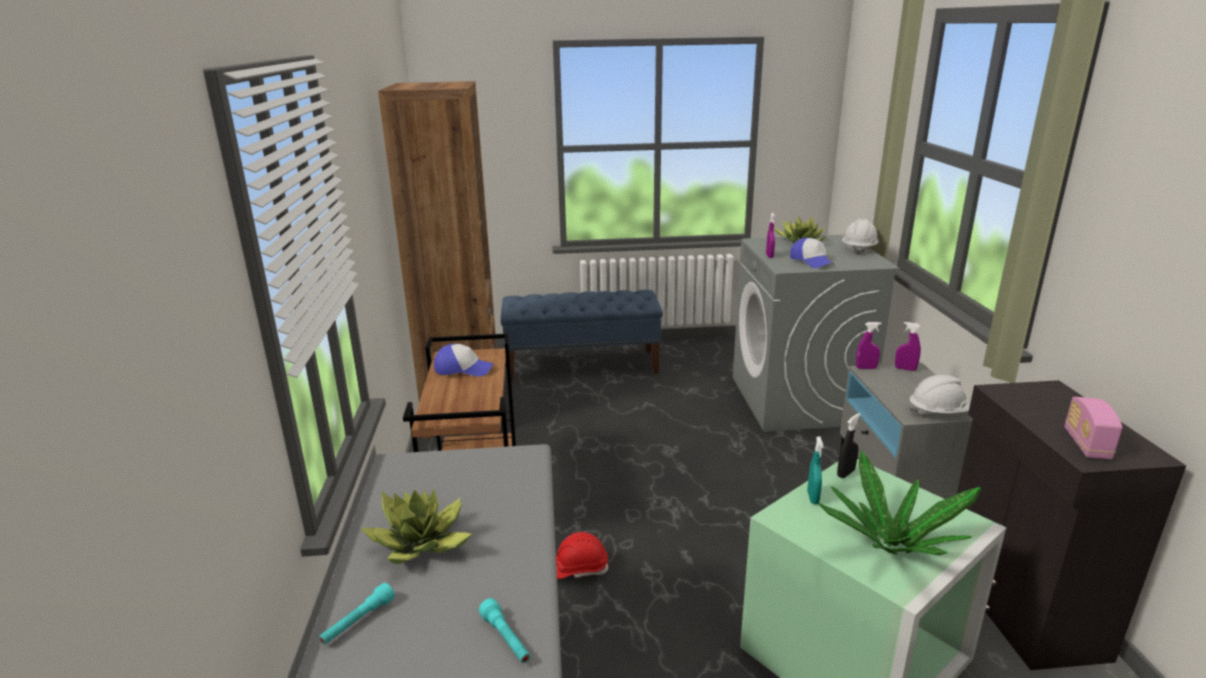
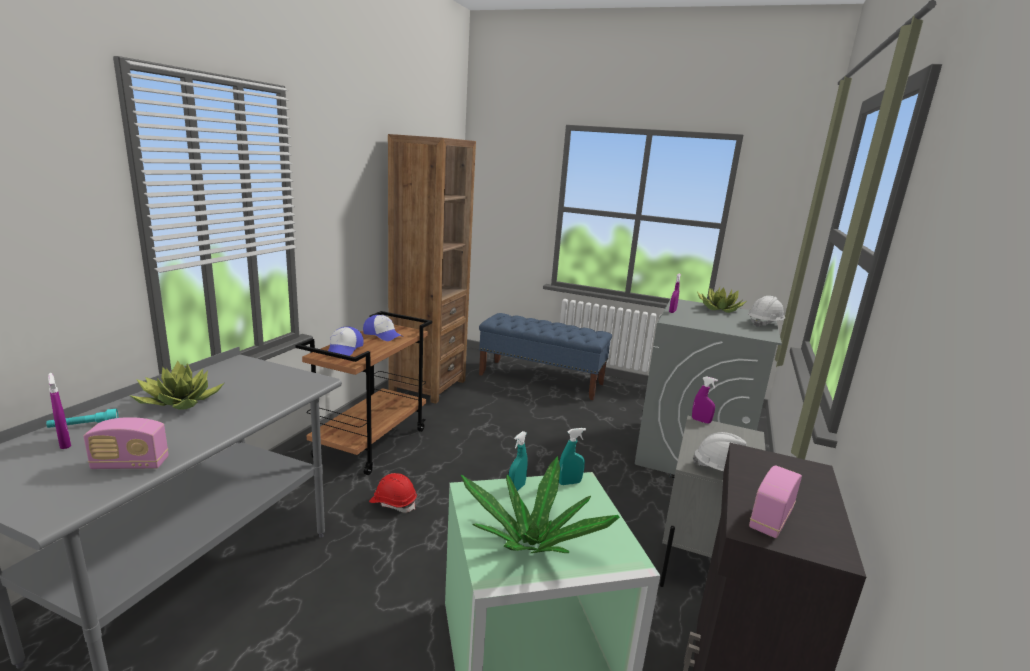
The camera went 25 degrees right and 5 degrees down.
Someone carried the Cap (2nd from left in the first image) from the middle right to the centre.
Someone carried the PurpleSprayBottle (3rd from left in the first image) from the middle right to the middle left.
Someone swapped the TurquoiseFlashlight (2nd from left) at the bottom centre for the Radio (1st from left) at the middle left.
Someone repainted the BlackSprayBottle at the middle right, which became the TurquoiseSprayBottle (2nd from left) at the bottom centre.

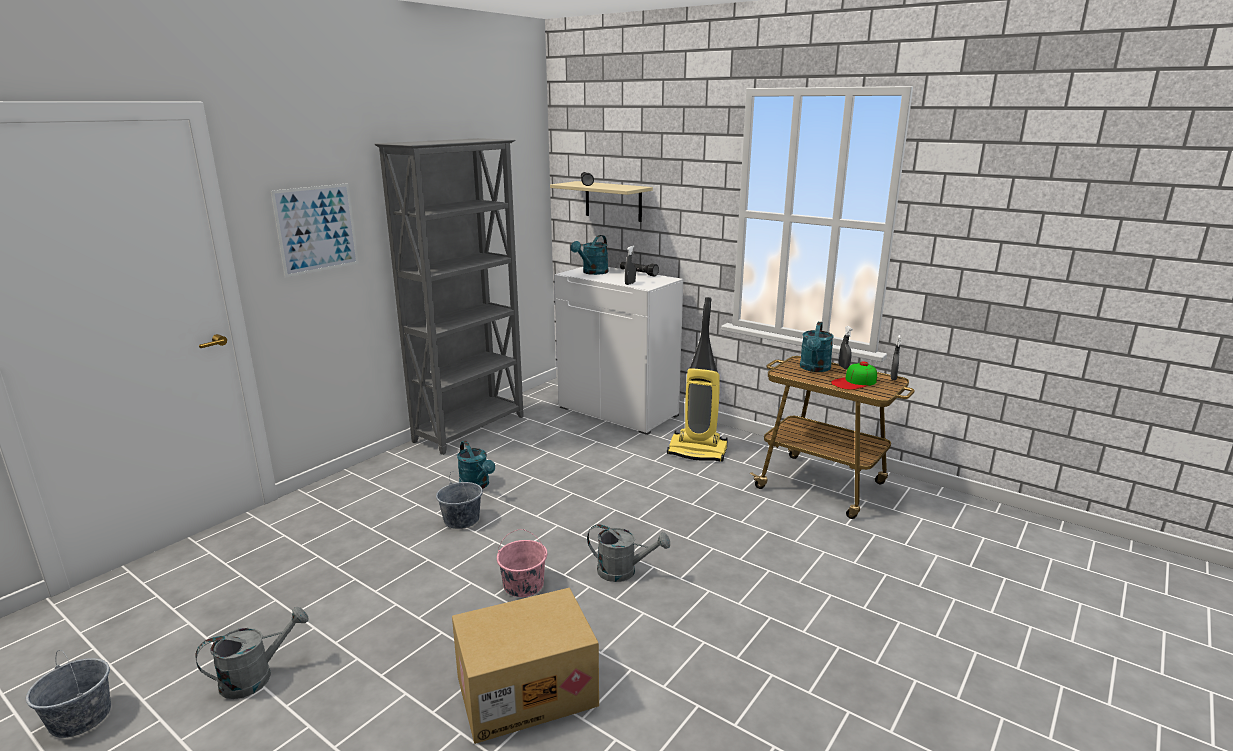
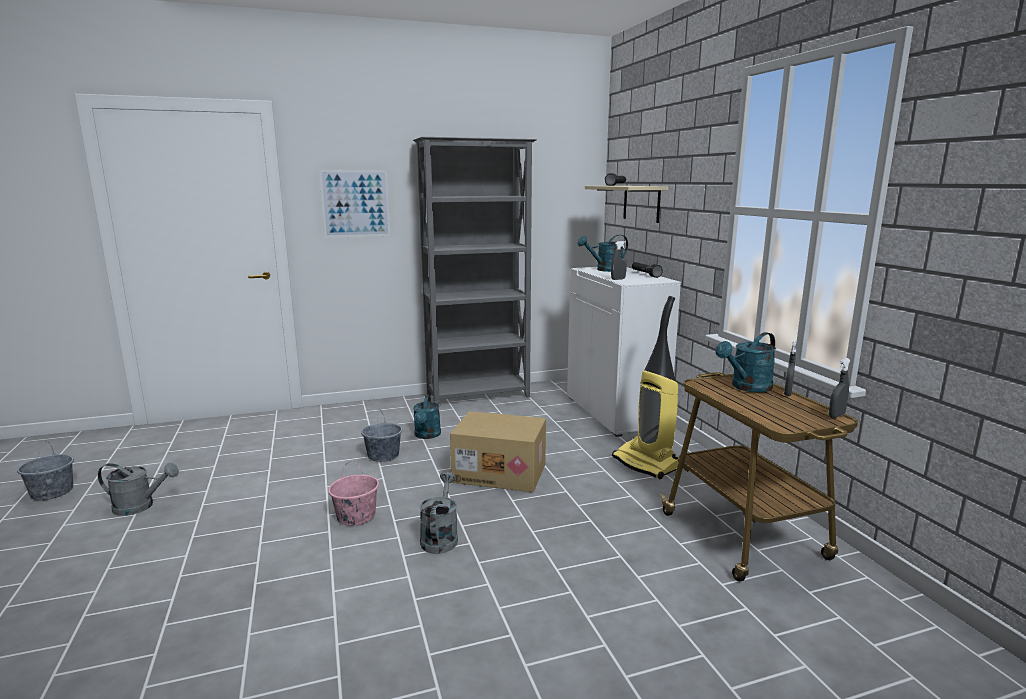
The camera went 35 degrees right and 5 degrees down.
Someone took away the Cap at the middle right.
Someone carried the CardboardBox from the bottom centre to the centre.
Someone rotated the GreyWateringCan (2nd from left) at the bottom centre by 135 degrees counterclockwise.

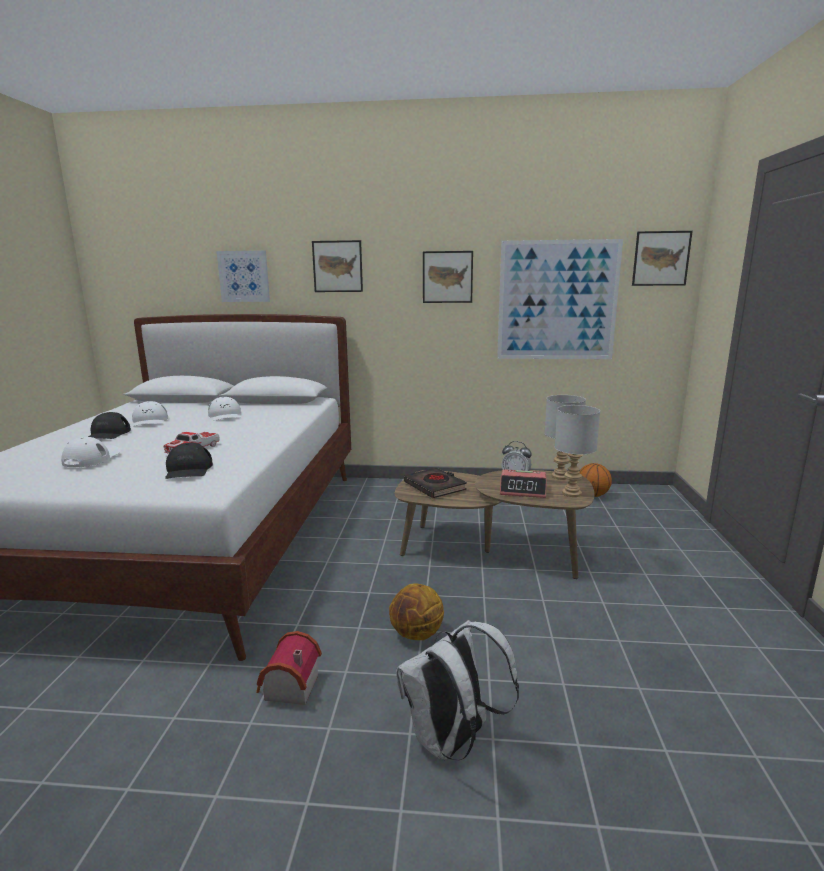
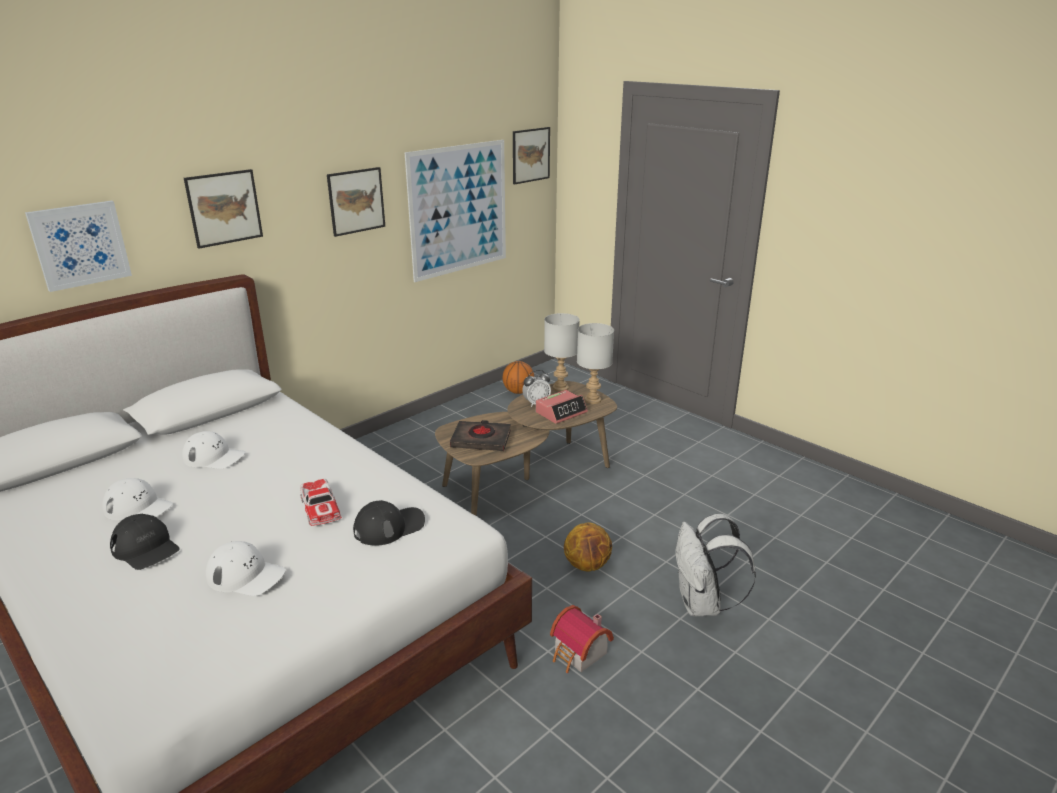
The camera went 50 degrees left and 10 degrees up.
Someone rotated the WhiteCap (1st from left in the first image) at the middle left by 150 degrees clockwise.
Someone rotated the BlackCap (2nd from left) at the middle left by 60 degrees counterclockwise.

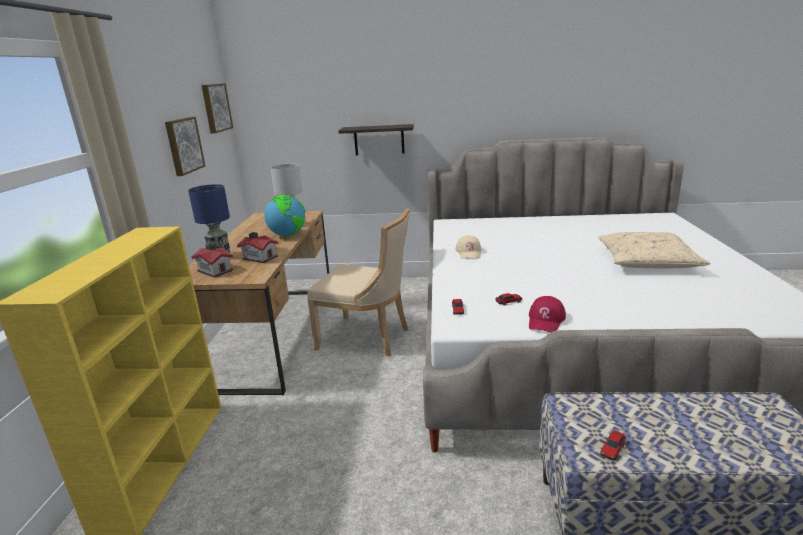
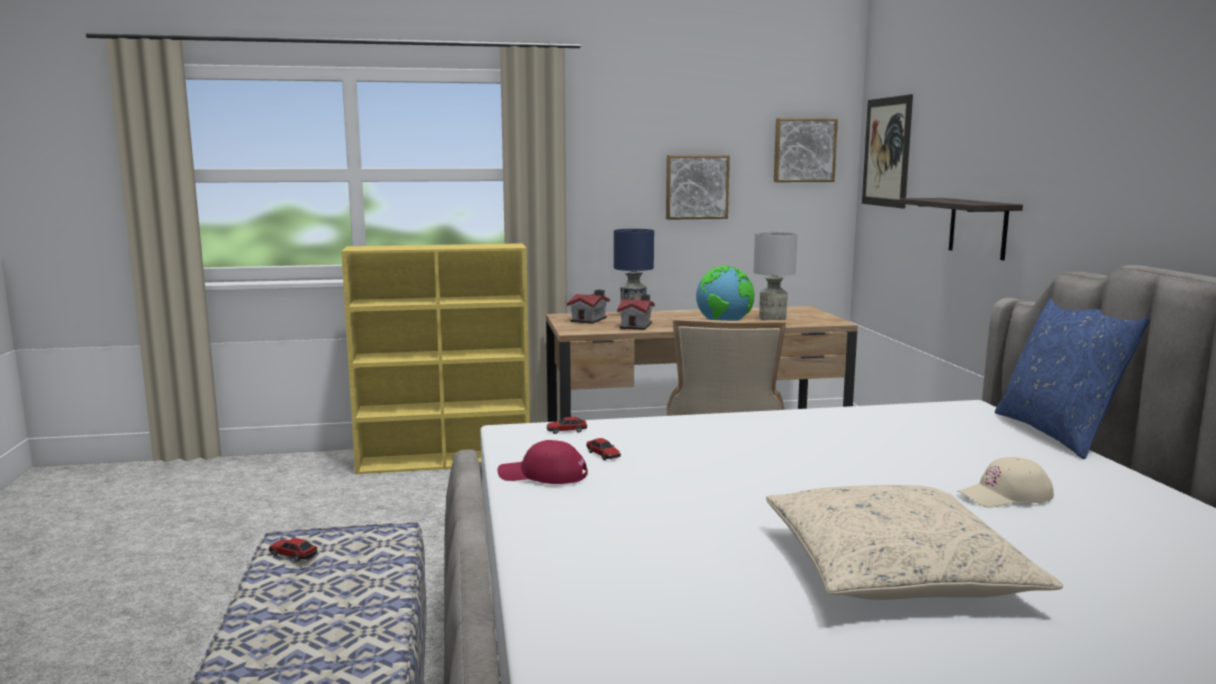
The camera went 75 degrees right and 10 degrees down.
Someone put up the Picture (3rd from left) at the top right.
Someone put down the BluePillow at the middle right.
Someone carried the BeigeCap from the centre to the bottom right.

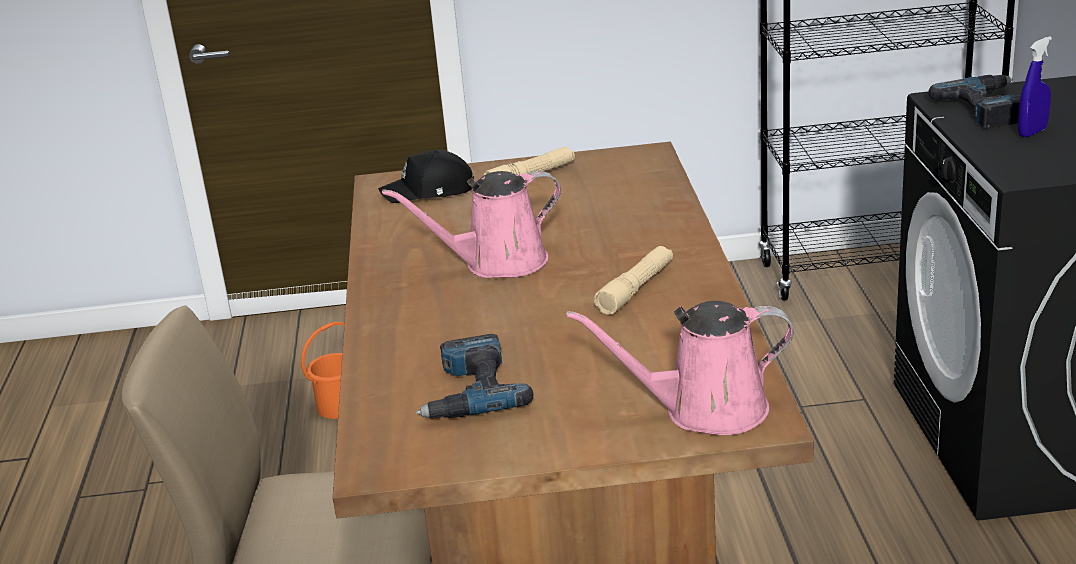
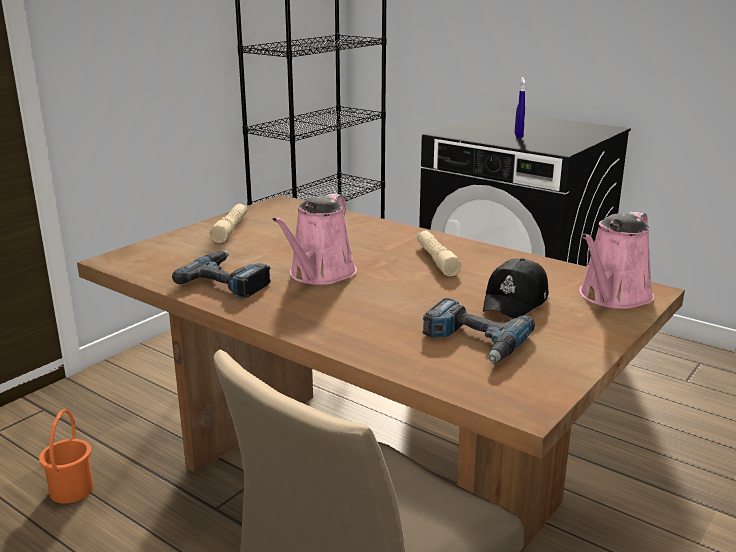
The camera went 50 degrees left and 5 degrees down.
Someone carried the BlackCap from the top centre to the middle right.
Someone carried the PowerDrill (2nd from left in the first image) from the top right to the middle left.

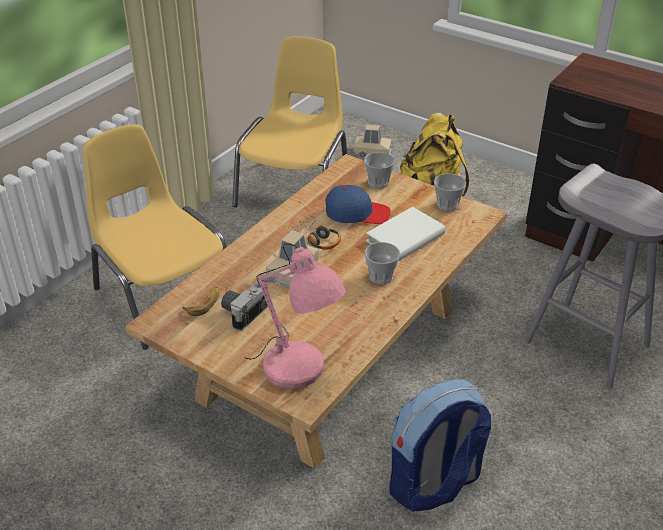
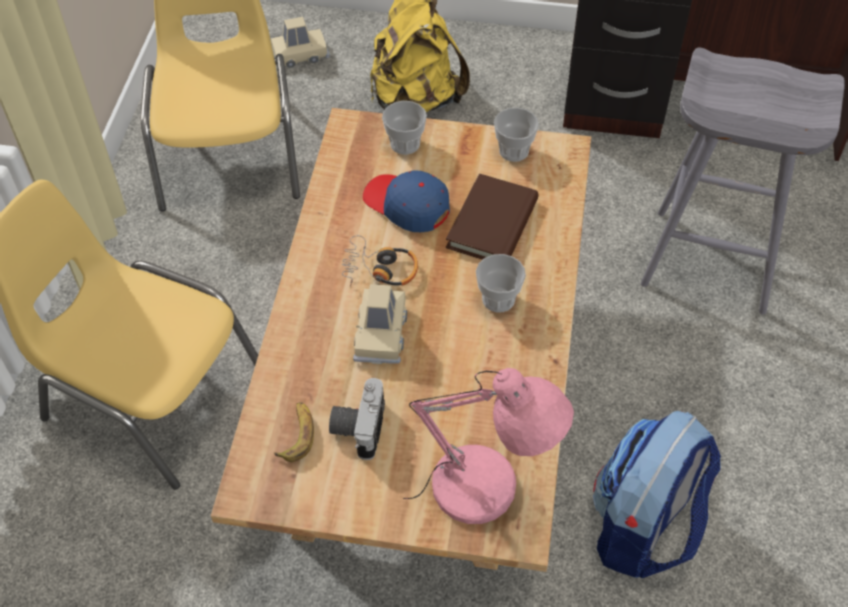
The camera went 25 degrees left and 15 degrees up.
Someone repainted the WhiteBook at the centre, which became the BrownBook at the centre.
Someone rotated the BlueCap at the centre by 120 degrees counterclockwise.

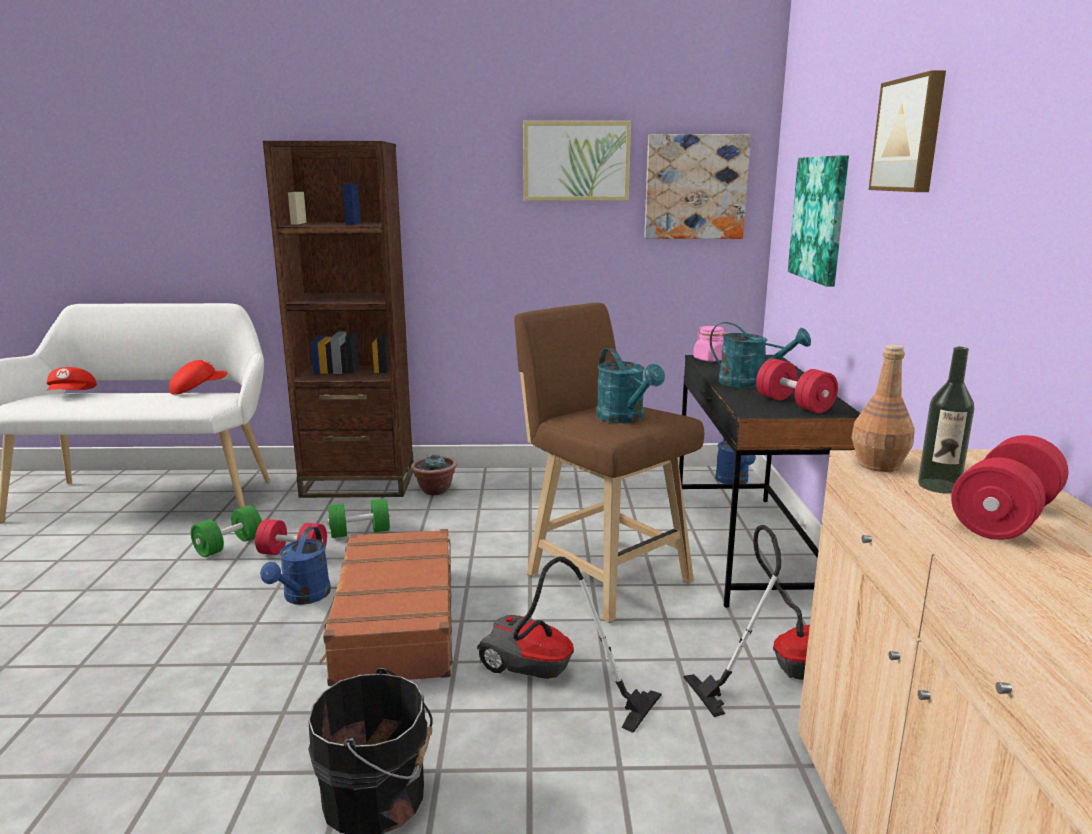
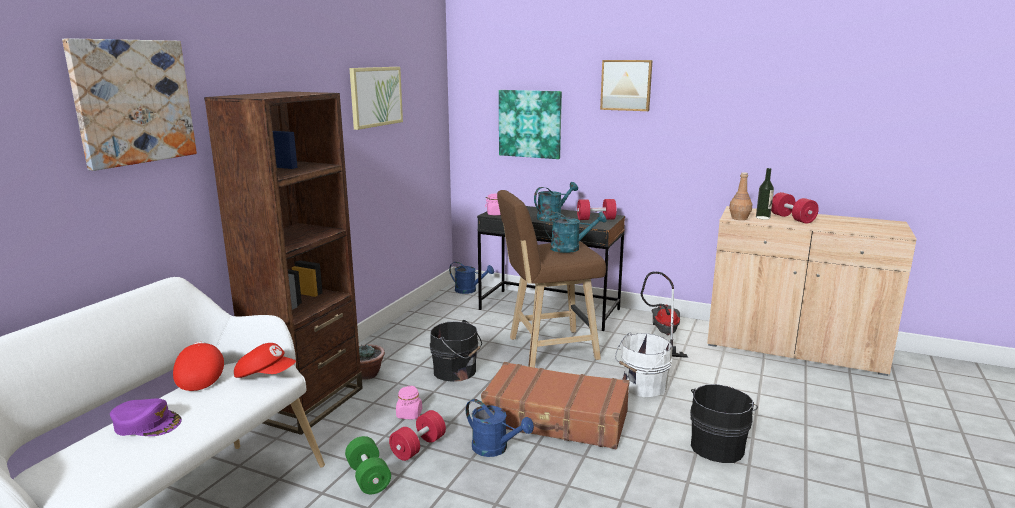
The camera went 65 degrees left and 0 degrees up.
Someone put down the PurpleCap at the bottom left.
Someone put down the BlackBucket (1st from left) at the bottom centre.
Someone carried the RedCap (1st from left in the first image) from the middle left to the bottom left.
Someone carried the Picture (2nd from left in the first image) from the top centre to the top left.
Someone swapped the GreenDumbbell (2nd from left) at the middle left for the PinkJar (1st from left) at the bottom centre.
Someone swapped the VacuumCleaner (1st from left) at the bottom centre for the WhiteBucket at the bottom centre.

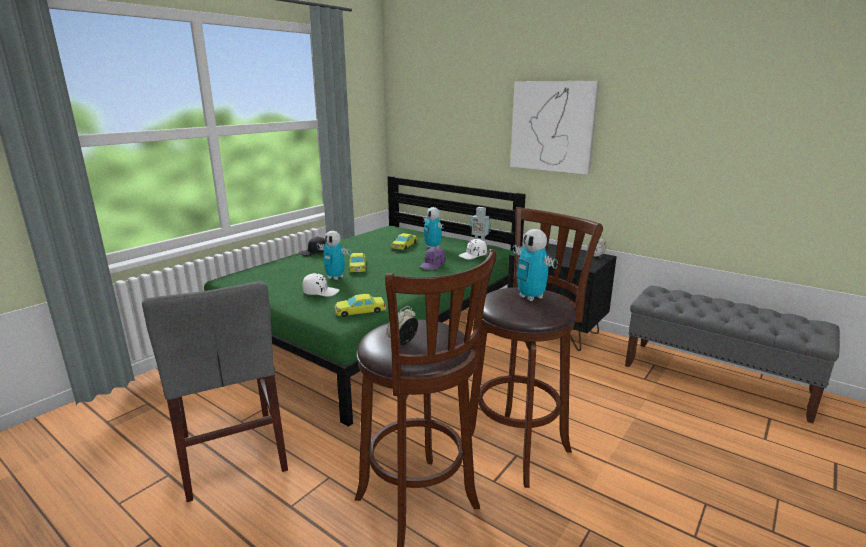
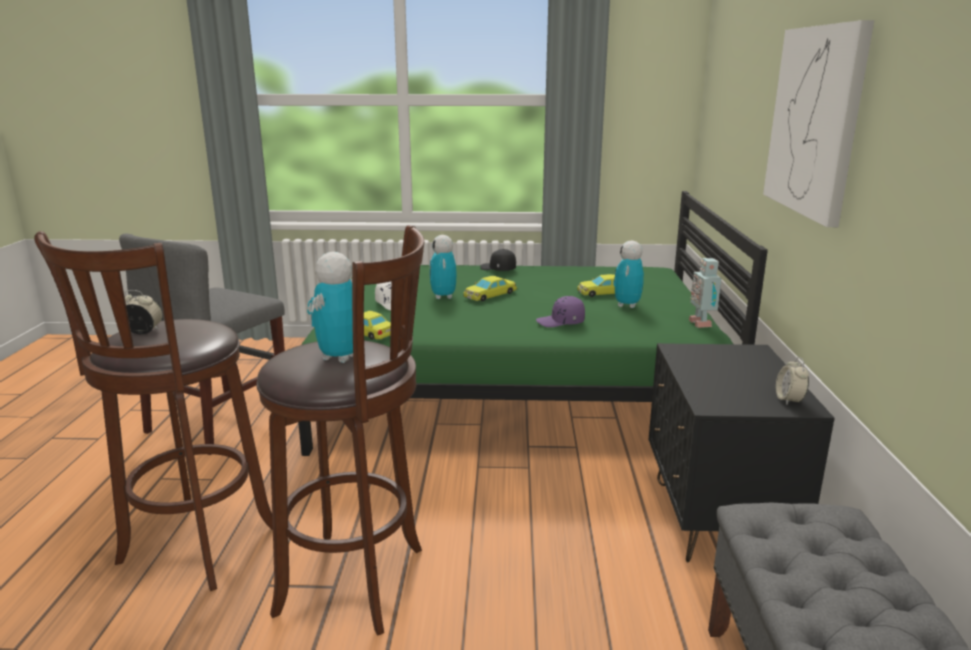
The camera went 55 degrees right and 0 degrees up.
Someone took away the WhiteCap (2nd from left) at the centre.

